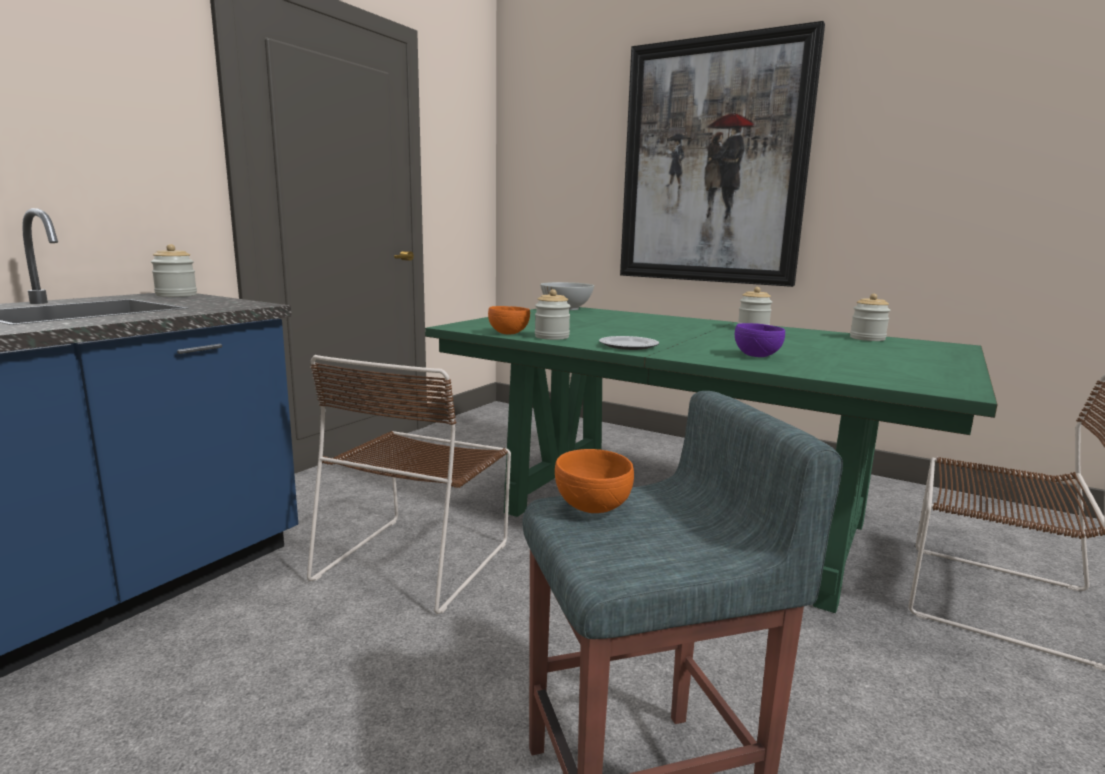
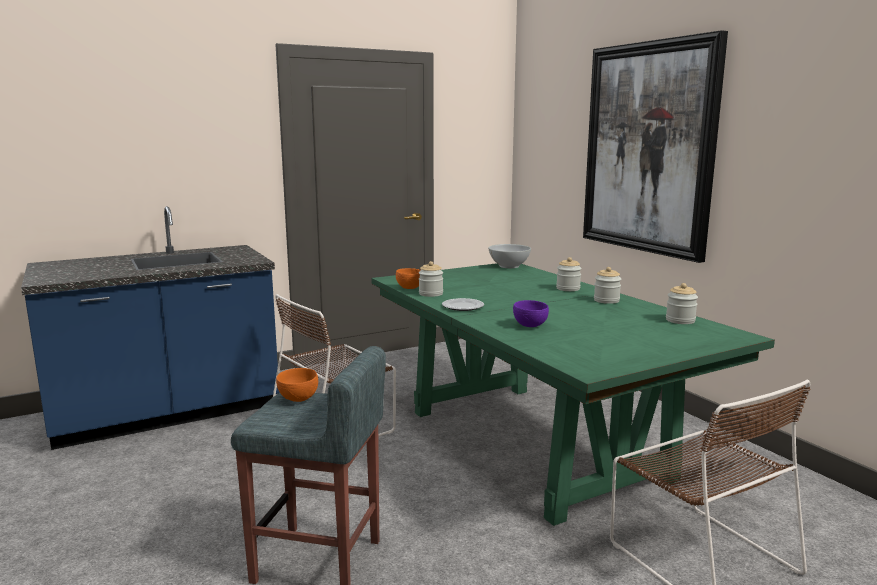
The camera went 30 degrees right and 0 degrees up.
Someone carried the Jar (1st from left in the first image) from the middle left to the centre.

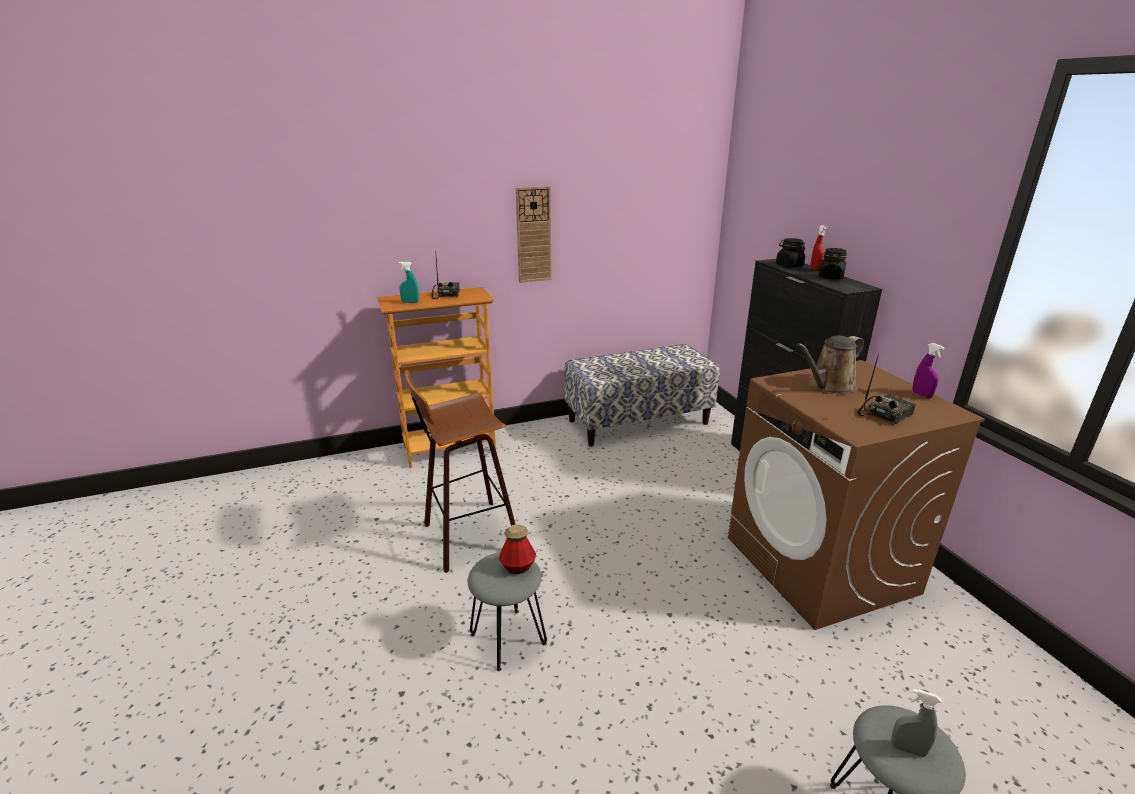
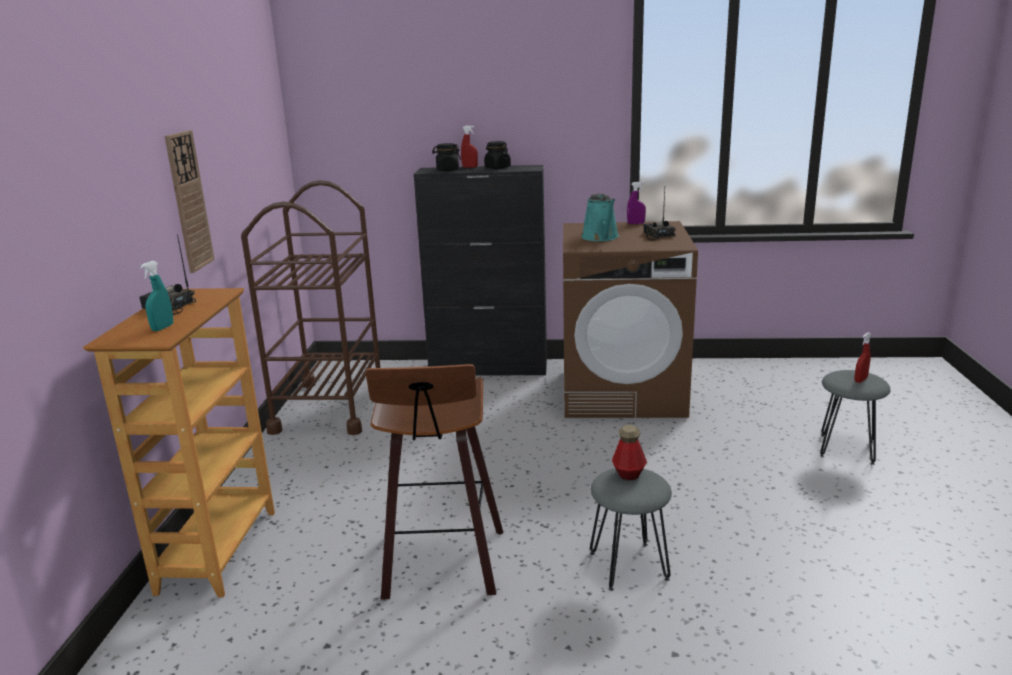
The camera went 65 degrees left and 5 degrees down.
Someone swapped the Bench at the centre for the BrownCart at the middle left.
Someone repainted the BrownWateringCan at the middle right, which became the TurquoiseWateringCan at the top centre.
Someone repainted the GreySprayBottle at the bottom right, which became the RedSprayBottle (2nd from left) at the middle right.

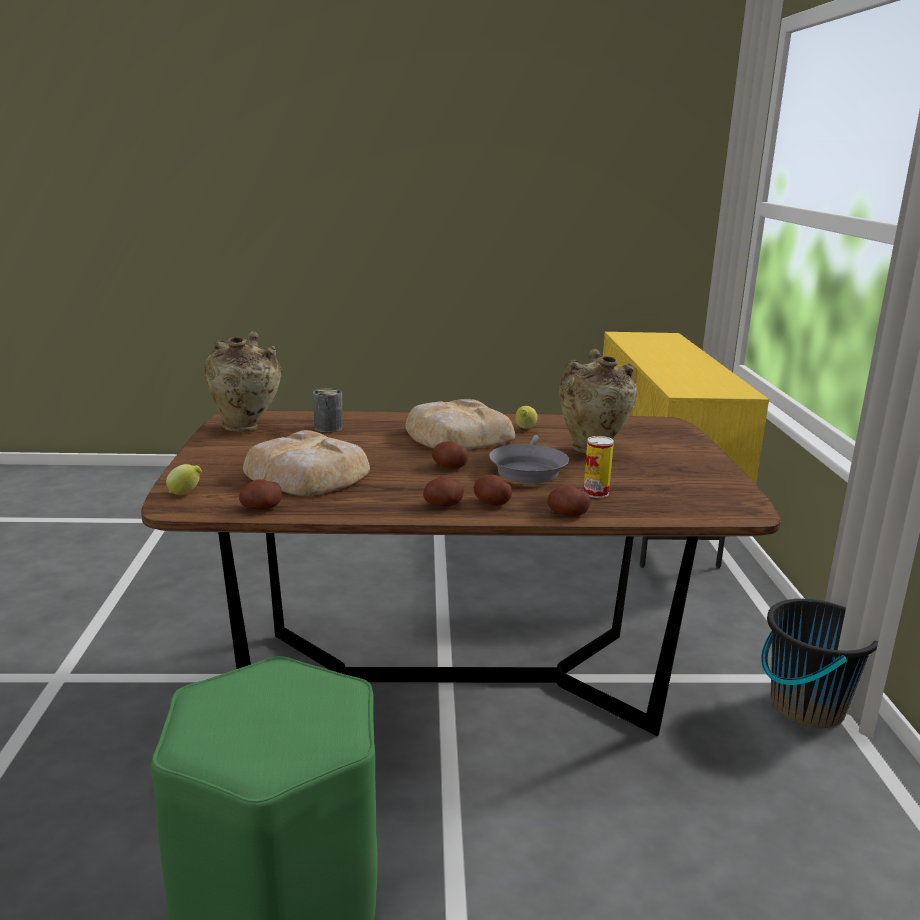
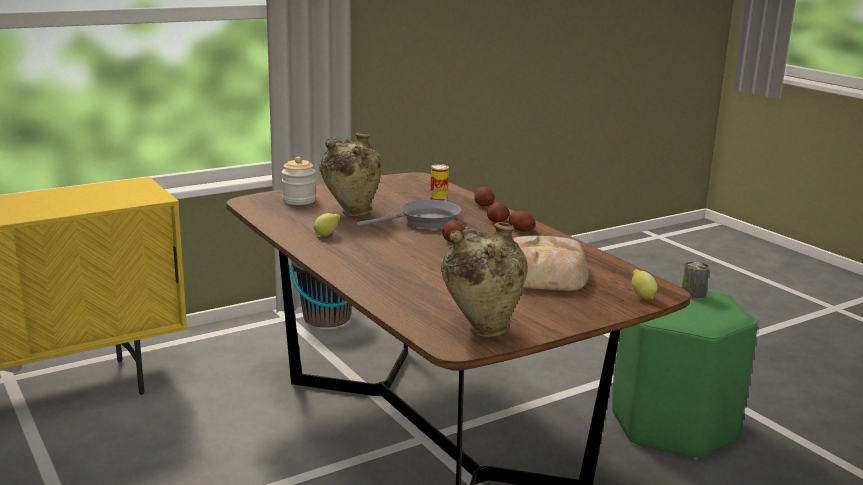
The camera went 120 degrees left and 0 degrees up.
Someone took away the Potato (1st from left) at the middle left.
Someone took away the Bread (2nd from left) at the centre.
Someone put down the Jar at the centre.
Someone carried the Can (1st from left in the first image) from the centre to the middle right.

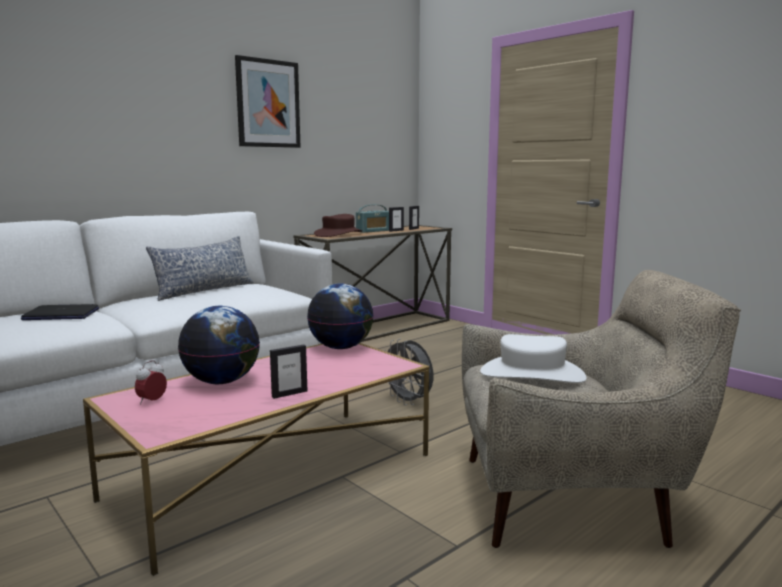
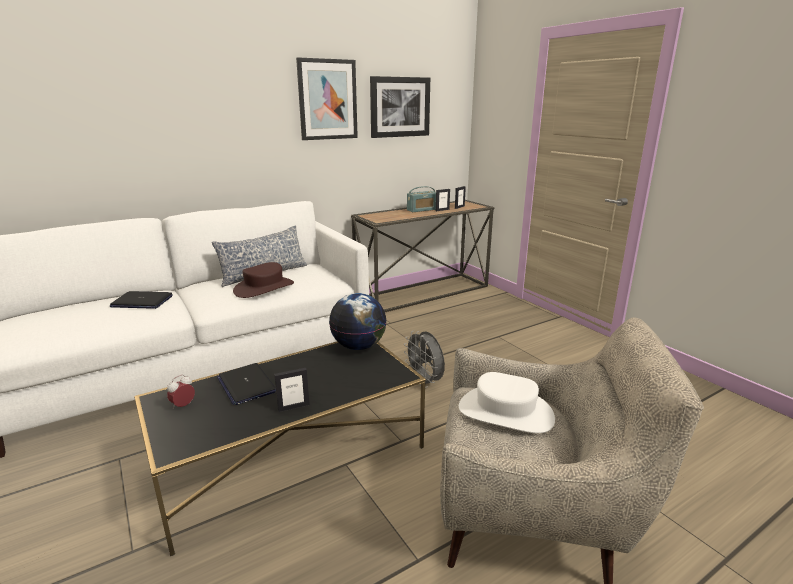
The camera went 10 degrees right and 10 degrees up.
Someone put up the Picture (2nd from left) at the top centre.
Someone carried the BrownHat from the centre to the middle left.
Someone swapped the Globe (1st from left) at the middle left for the Laptop (2nd from left) at the middle left.
Someone repainted the PinkCoffeeTable at the bottom left, which became the BlackCoffeeTable at the bottom centre.

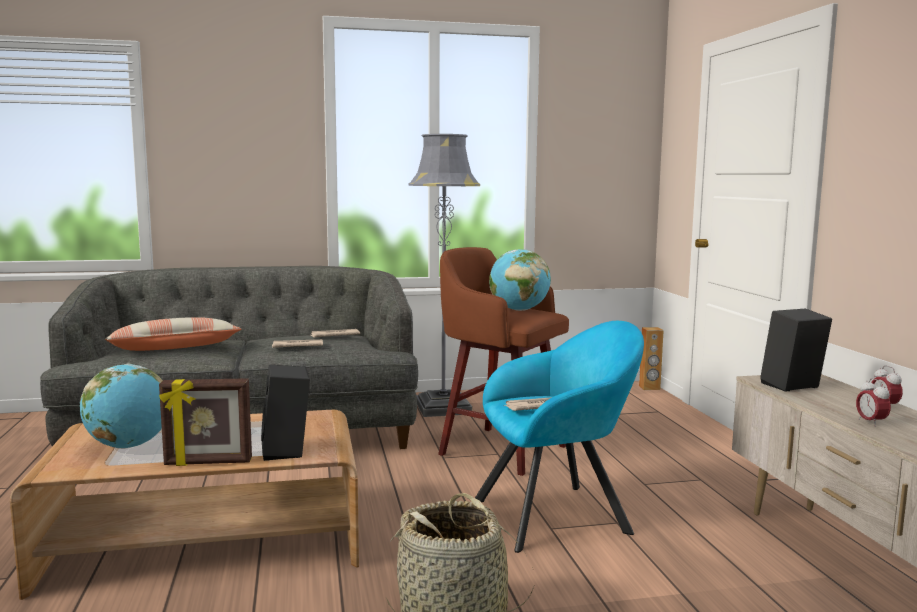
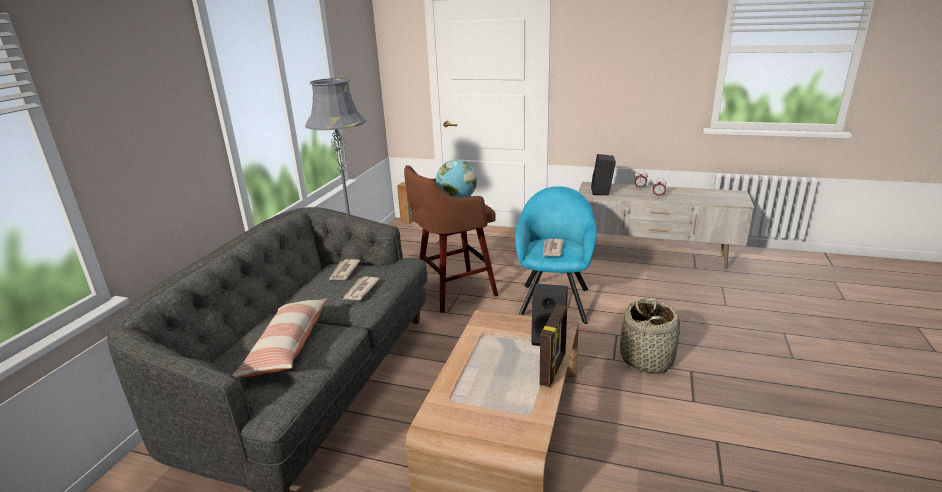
The camera went 60 degrees left and 15 degrees up.
Someone took away the Globe (1st from left) at the middle left.

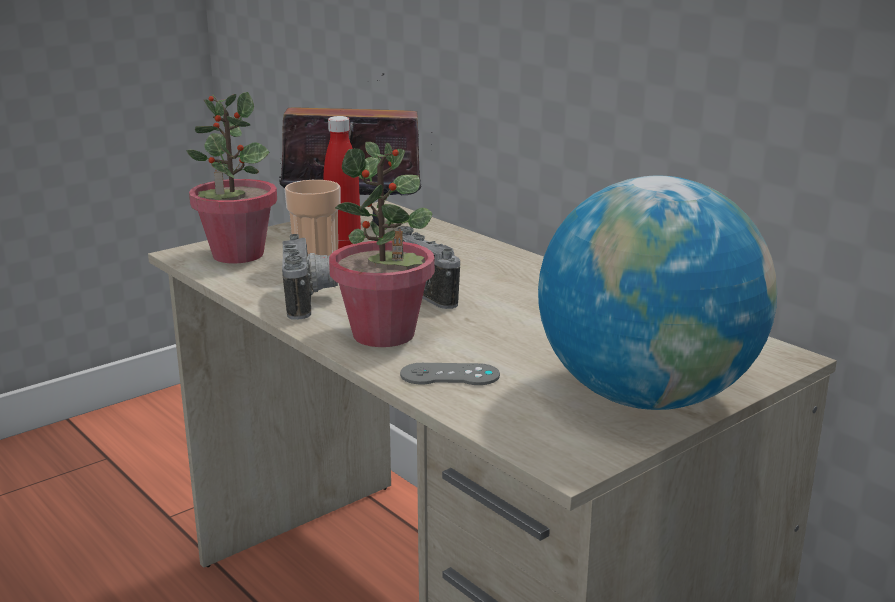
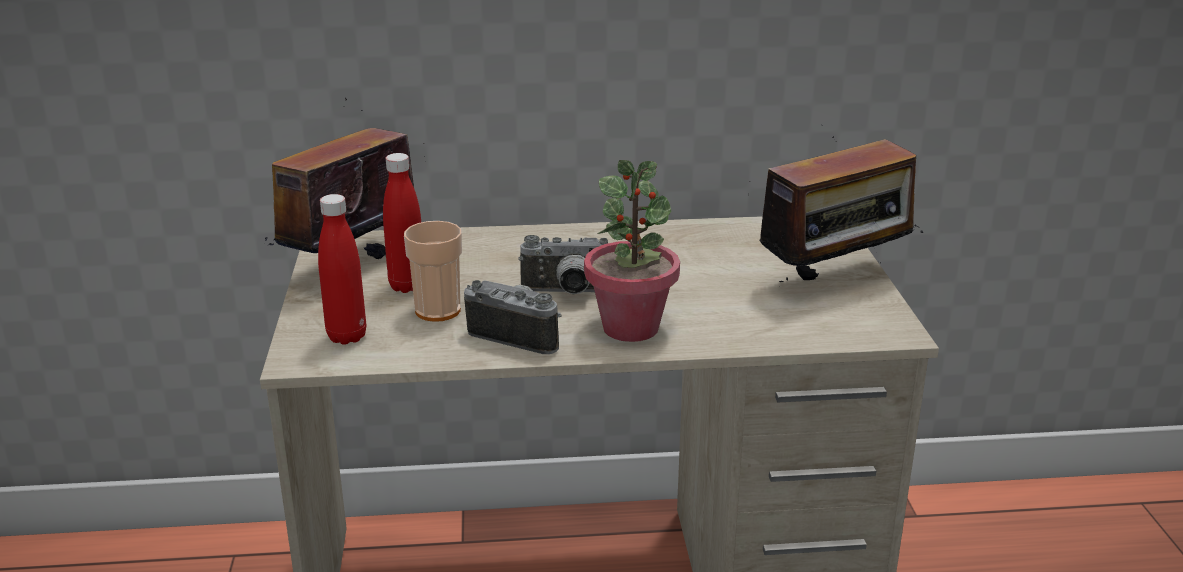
The camera went 55 degrees left and 5 degrees up.
Someone took away the GreyGameController at the centre.
Someone swapped the PottedPlant (1st from left) at the top left for the RedBottle (1st from left) at the middle left.
Someone swapped the Globe at the middle right for the Radio (2nd from left) at the middle right.

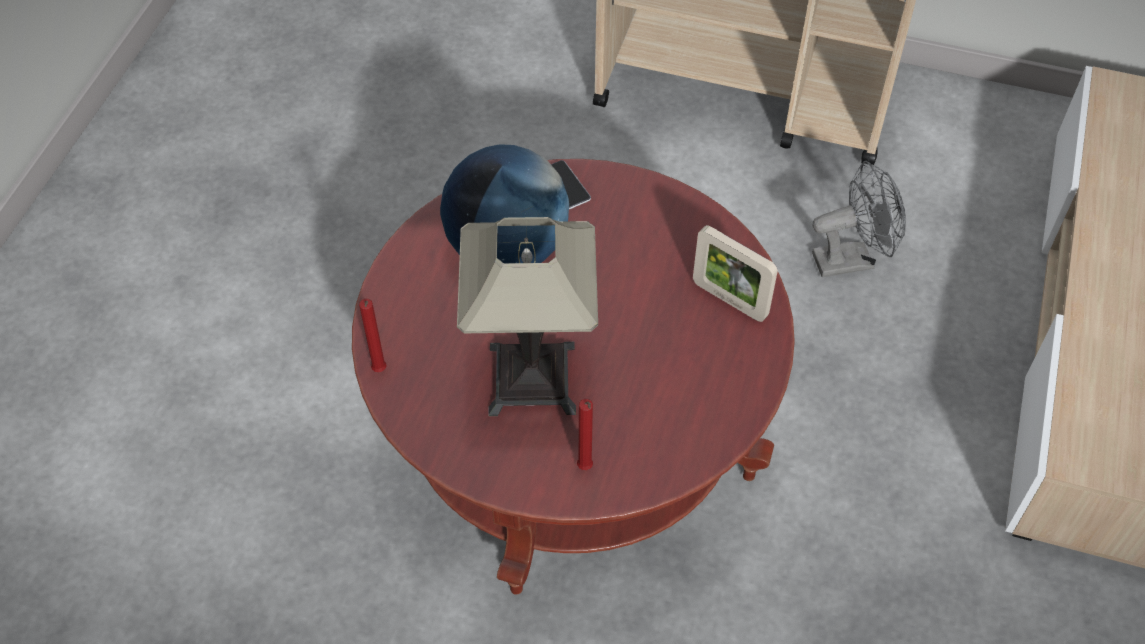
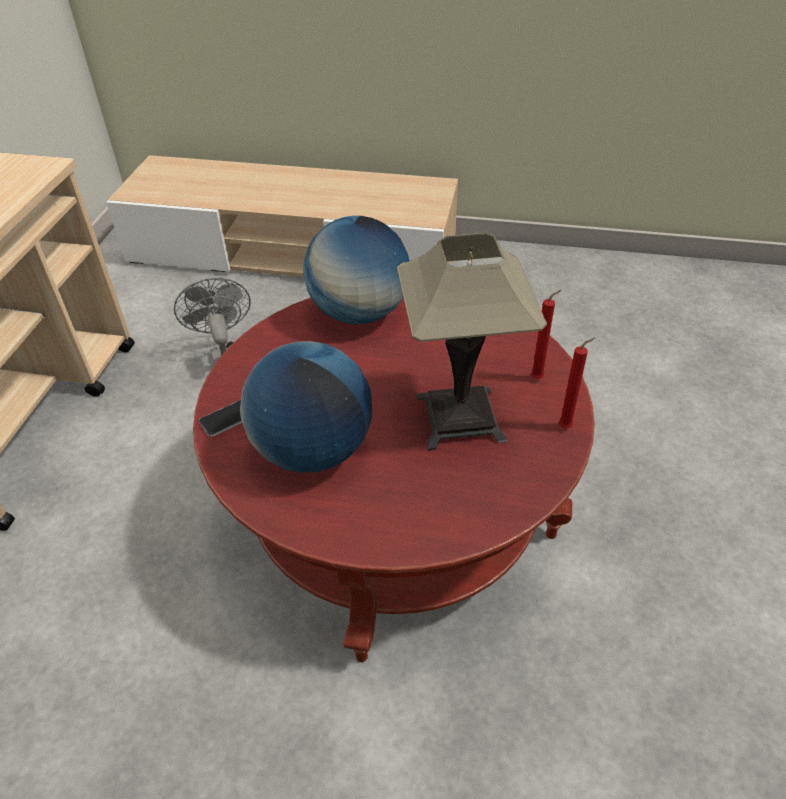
The camera went 95 degrees left and 10 degrees down.
Someone carried the RedCandle (1st from left in the first image) from the middle left to the middle right.
Someone swapped the PictureFrame at the centre for the Globe (2nd from left) at the centre.

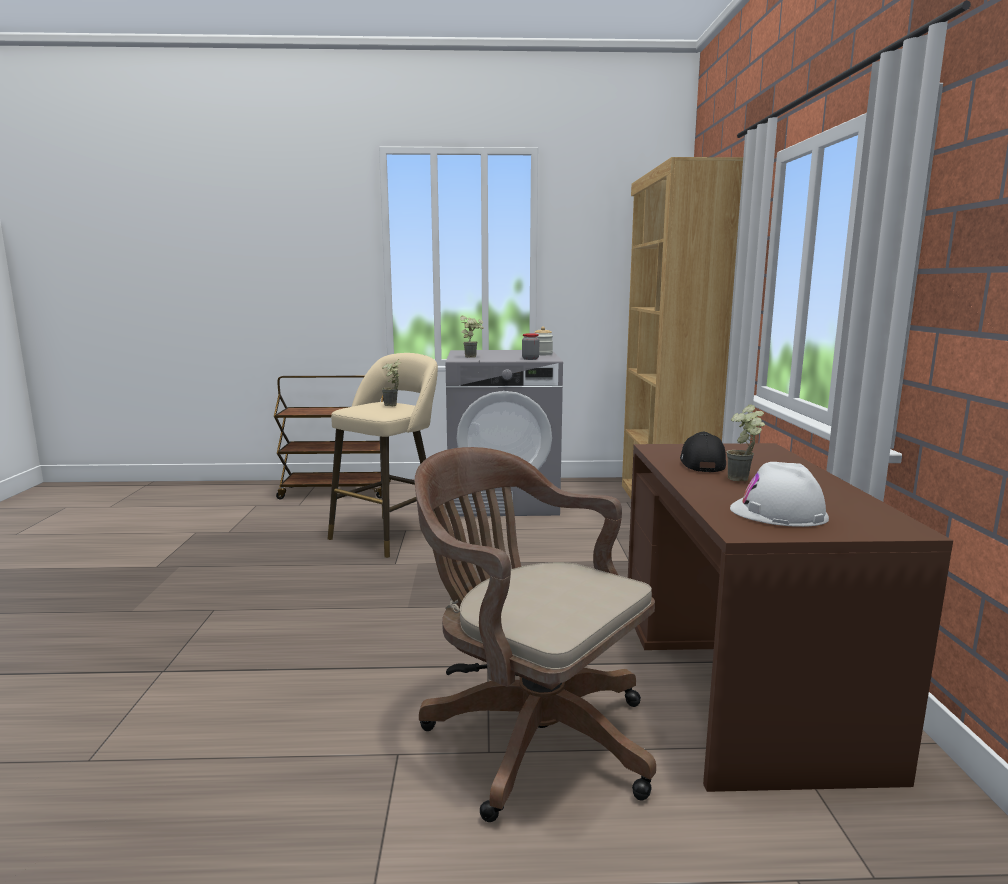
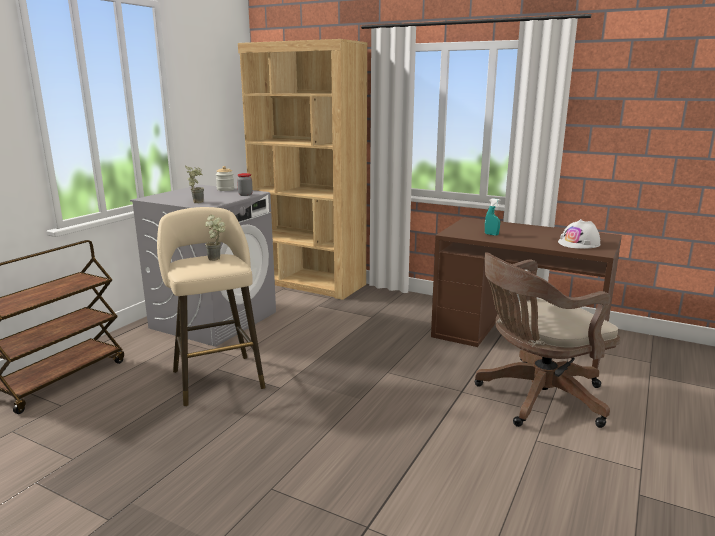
The camera went 60 degrees left and 5 degrees up.
Someone took away the PottedPlant (3rd from left) at the middle right.
Someone swapped the BlackCap at the middle right for the TurquoiseSprayBottle at the middle right.

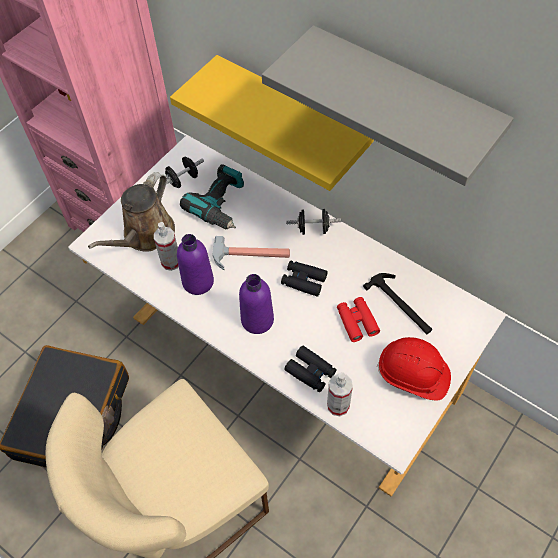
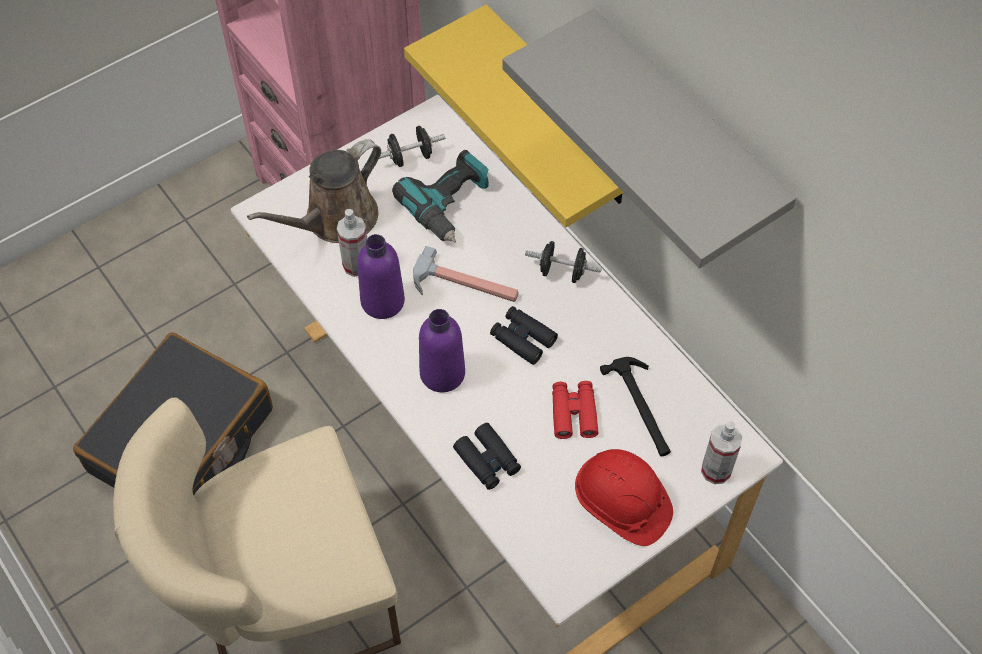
The camera went 15 degrees right and 0 degrees up.
Someone carried the SprayBottle (2nd from left) from the bottom centre to the bottom right.

